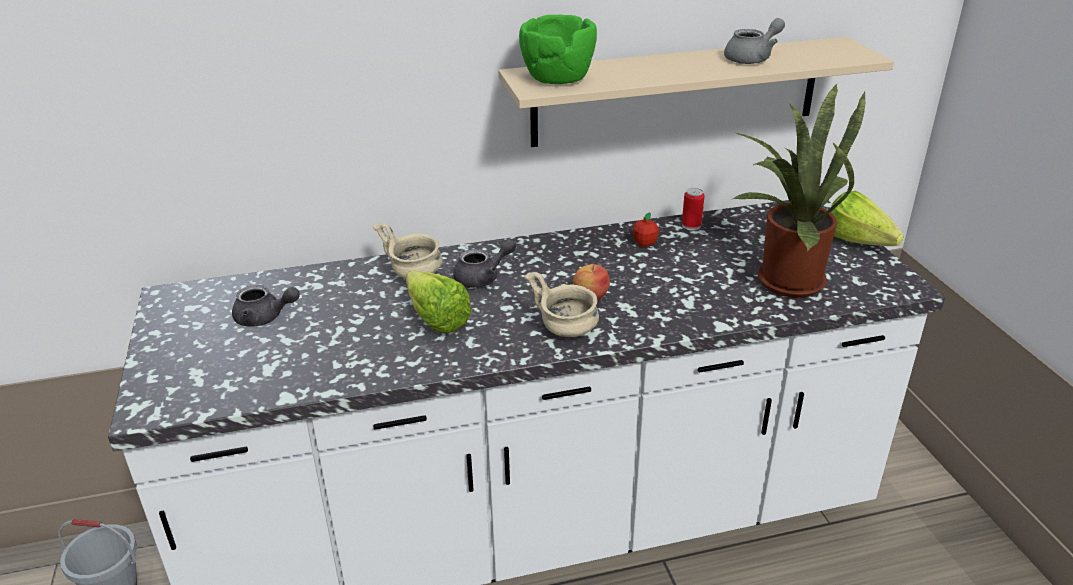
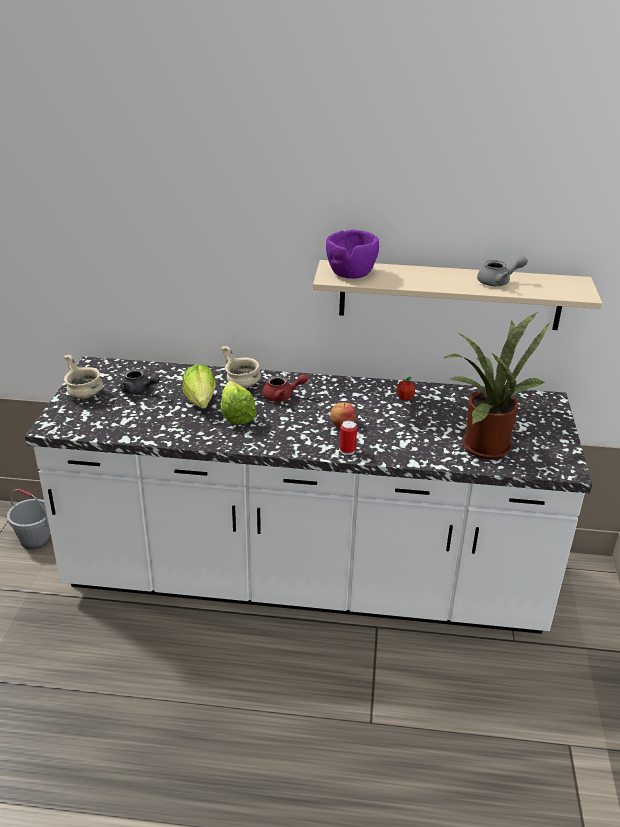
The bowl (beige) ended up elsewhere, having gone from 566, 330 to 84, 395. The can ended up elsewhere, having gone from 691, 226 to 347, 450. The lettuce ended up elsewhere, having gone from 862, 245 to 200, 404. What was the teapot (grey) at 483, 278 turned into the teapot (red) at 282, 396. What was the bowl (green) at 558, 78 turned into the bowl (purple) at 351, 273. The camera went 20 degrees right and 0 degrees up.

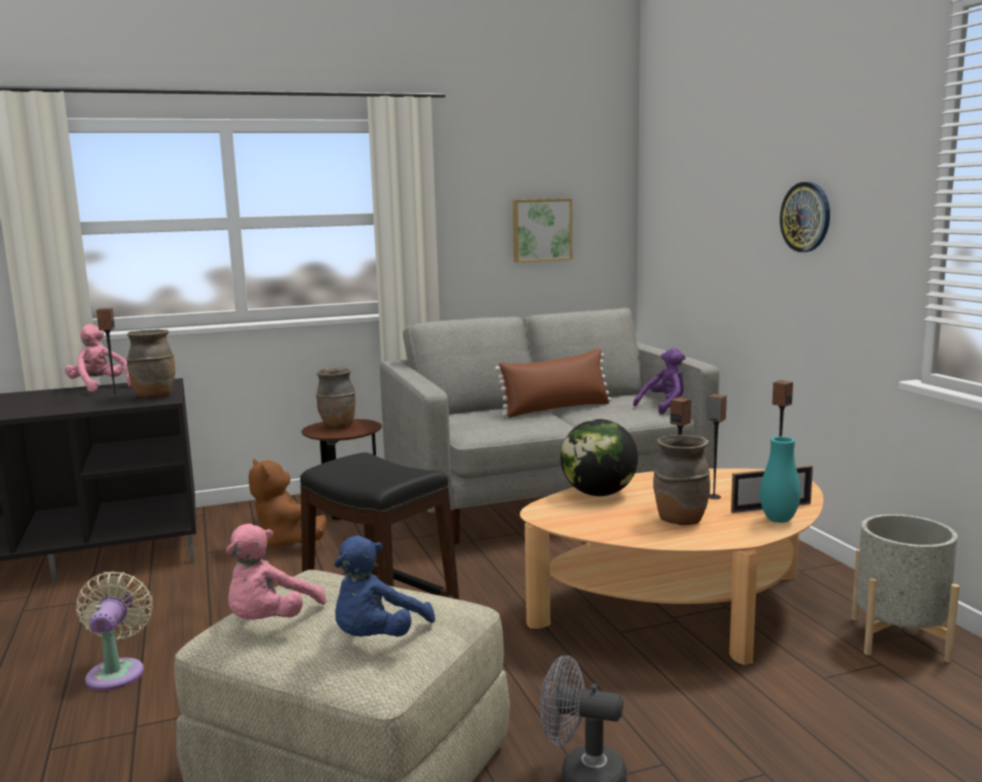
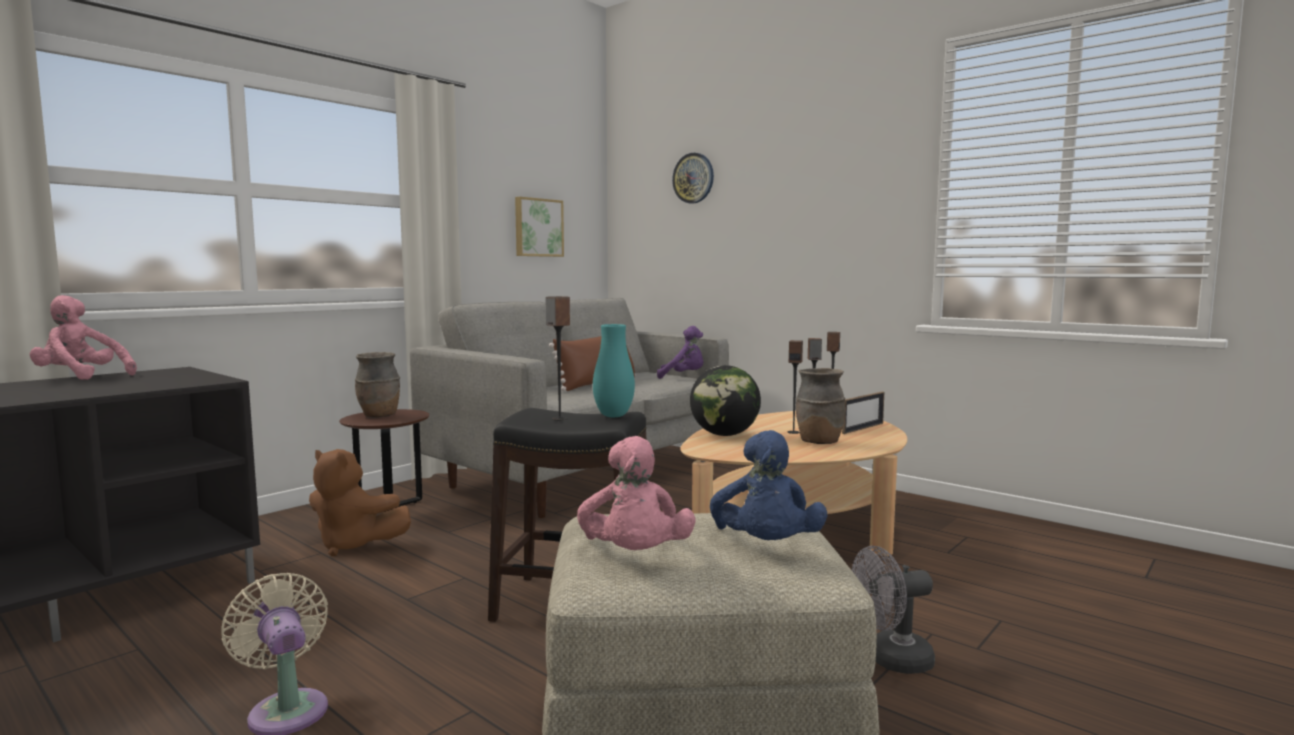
The second view lost the vase (brown) at 154, 396. The second view lost the planter (grey) at 899, 638. The speaker ended up elsewhere, having gone from 115, 396 to 559, 419. The vase (turquoise) ended up elsewhere, having gone from 778, 520 to 613, 416. The wall clock ended up elsewhere, having gone from 806, 217 to 693, 178. The plush toy (purple) at 664, 406 ended up facing another way, 75 degrees clockwise from before. The camera went 30 degrees left and 5 degrees down.

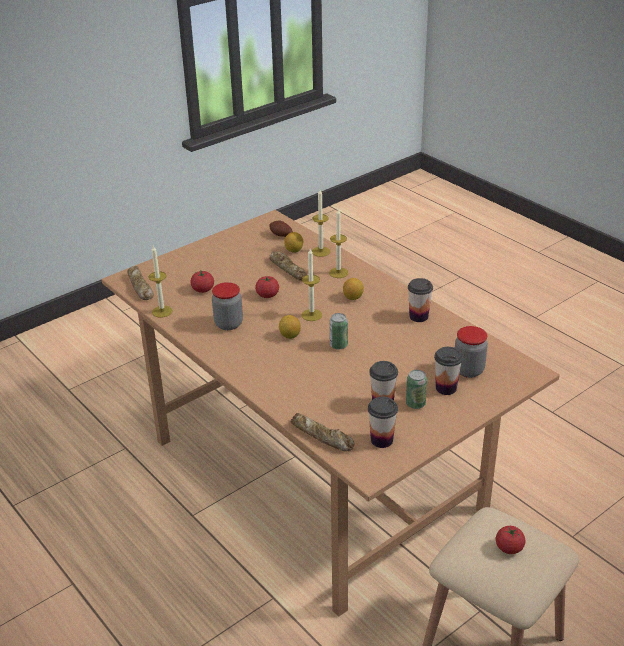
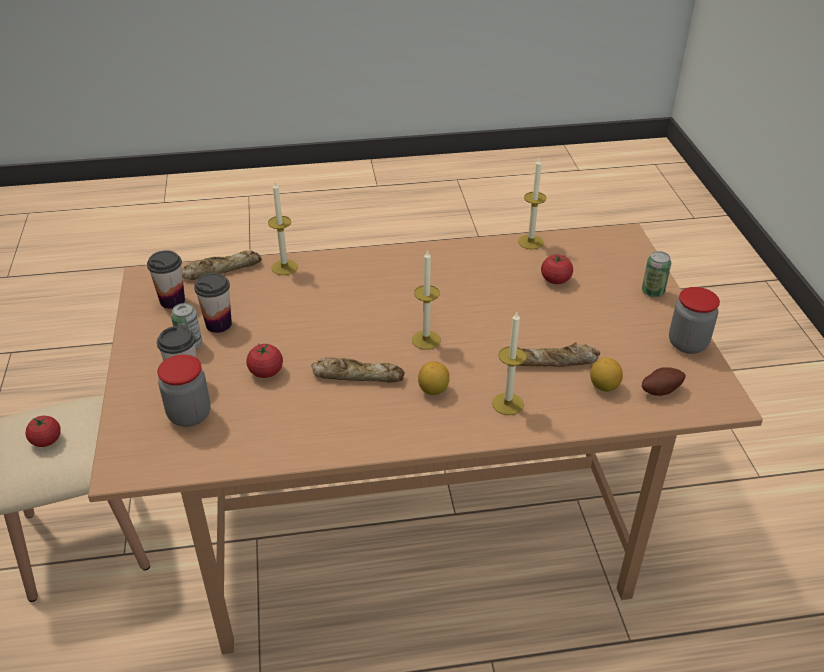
The second view lost the lemon at 290, 336. The second view lost the cup at 418, 316. The bread ended up elsewhere, having gone from 139, 287 to 358, 375. The jar ended up elsewhere, having gone from 228, 324 to 687, 344. The tomato ended up elsewhere, having gone from 267, 295 to 266, 372. The candle ended up elsewhere, having gone from 321, 251 to 284, 267. The can ended up elsewhere, having gone from 338, 345 to 652, 292. The camera went 120 degrees right and 5 degrees up.

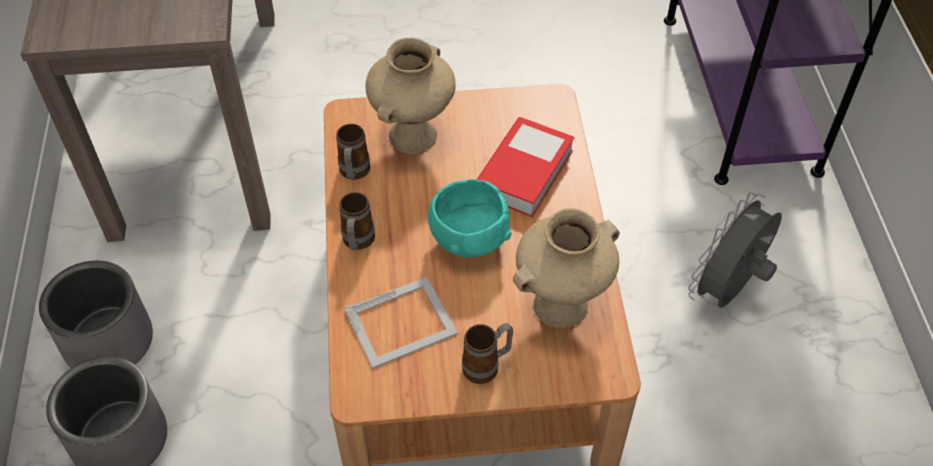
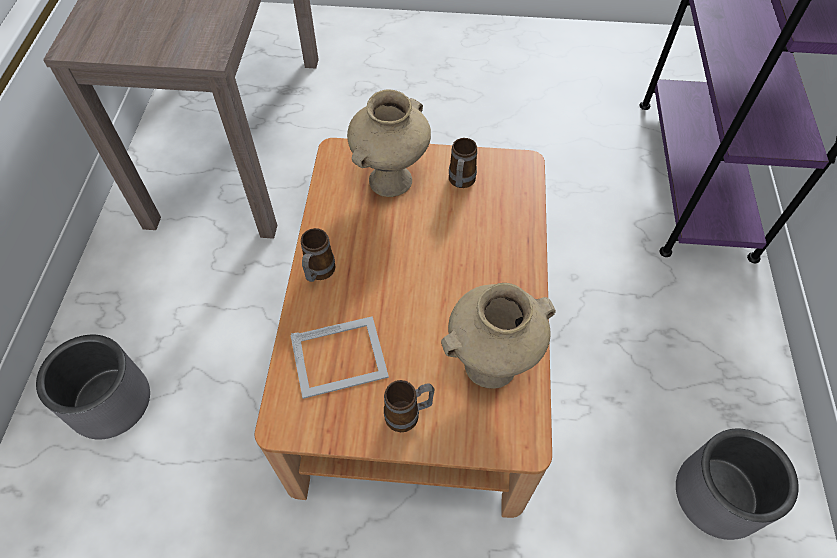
The second view lost the bowl (turquoise) at 469, 240. The second view lost the book at 524, 172. The second view lost the fan (grey) at 727, 291. The planter (grey) ended up elsewhere, having gone from 109, 342 to 718, 496. The mug ended up elsewhere, having gone from 353, 174 to 460, 183. The camera went 10 degrees right and 5 degrees up.

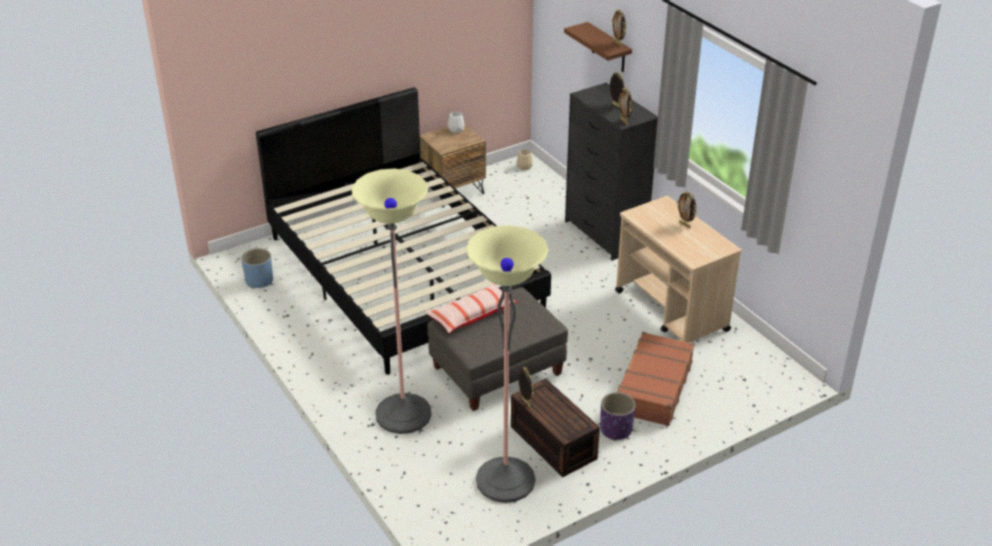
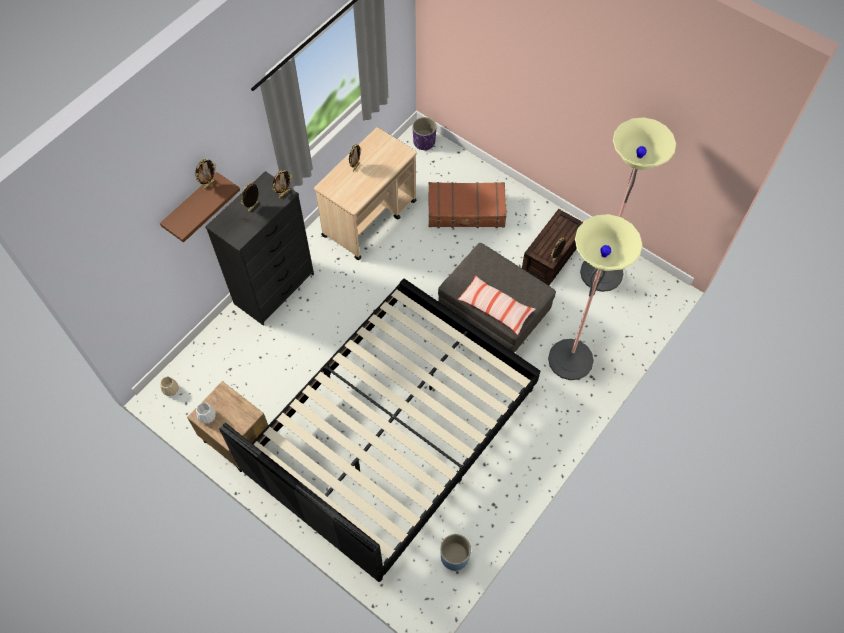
The planter (purple) ended up elsewhere, having gone from 616, 430 to 424, 142. The camera went 110 degrees left and 25 degrees up.

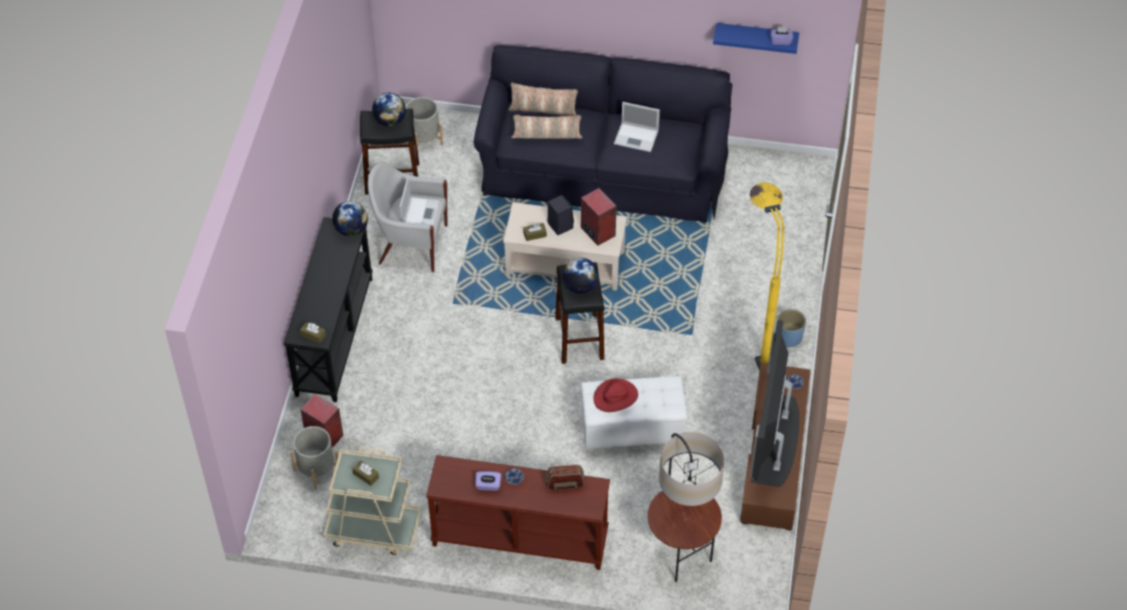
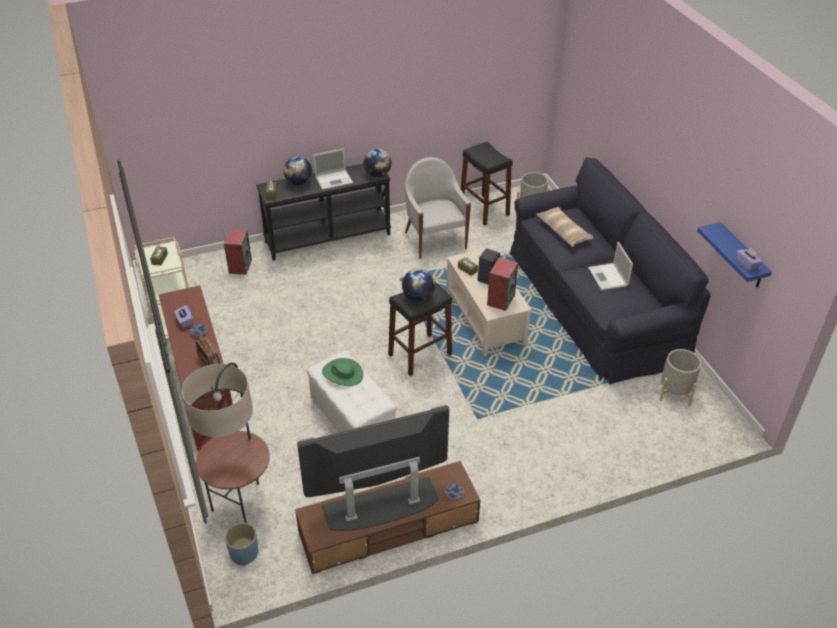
The second view lost the pillow at 543, 110. The second view lost the floor lamp (yellow) at 753, 339. The planter (grey) ended up elsewhere, having gone from 317, 470 to 675, 392. The globe ended up elsewhere, having gone from 390, 121 to 298, 183. The laptop ended up elsewhere, having gone from 420, 213 to 334, 179. The planter (blue) ended up elsewhere, having gone from 789, 337 to 244, 554. What was the hat (red) at 615, 397 turned into the hat (green) at 342, 373. The camera went 60 degrees right and 10 degrees down.

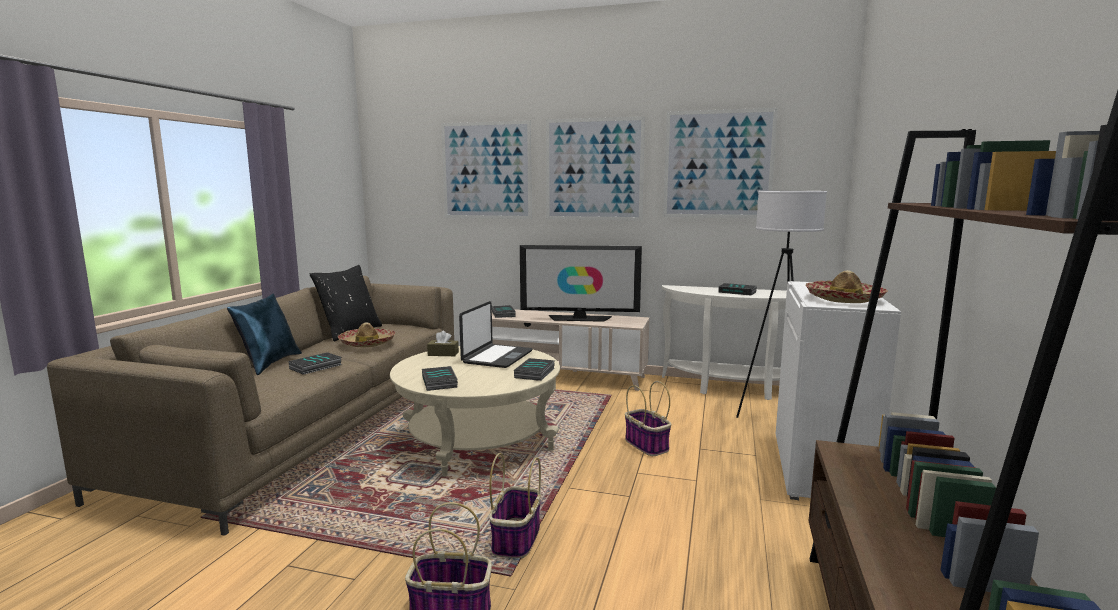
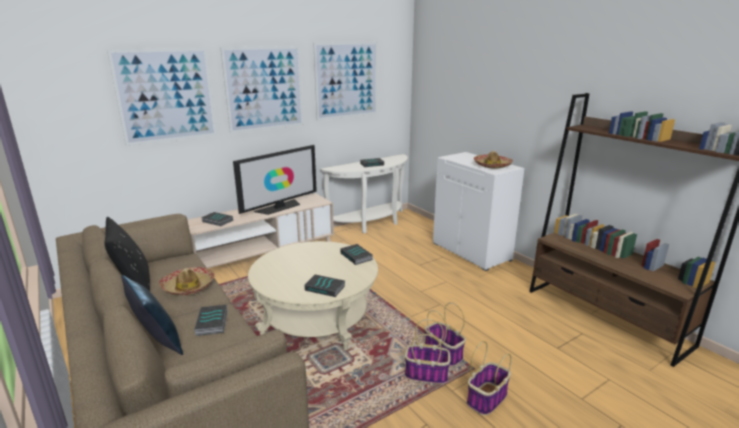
The second view lost the tissue box (brown) at 443, 354. The second view lost the laptop at 497, 357. The second view lost the floor lamp (white) at 774, 419. The basket ended up elsewhere, having gone from 647, 445 to 427, 374. The camera went 50 degrees left and 10 degrees up.

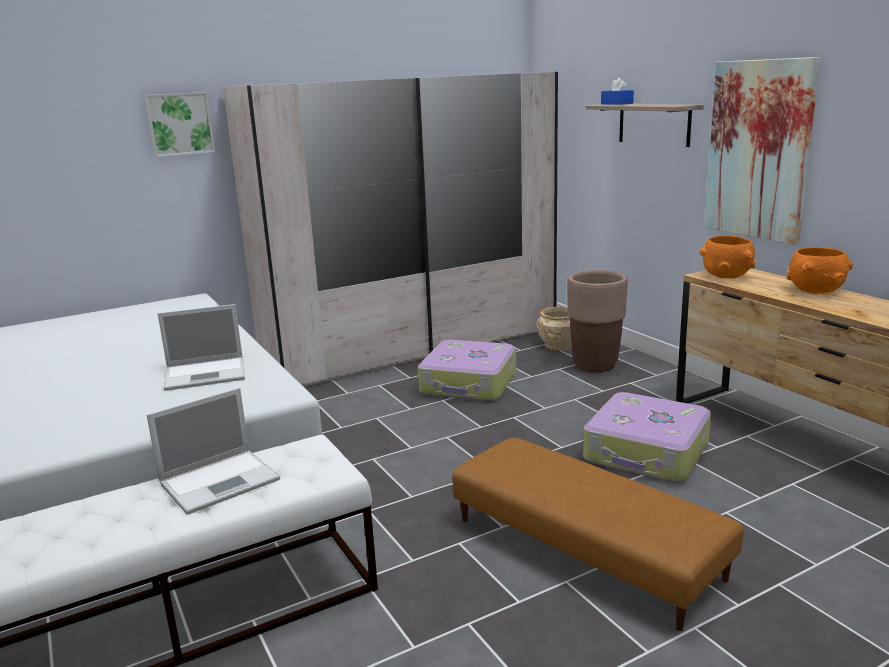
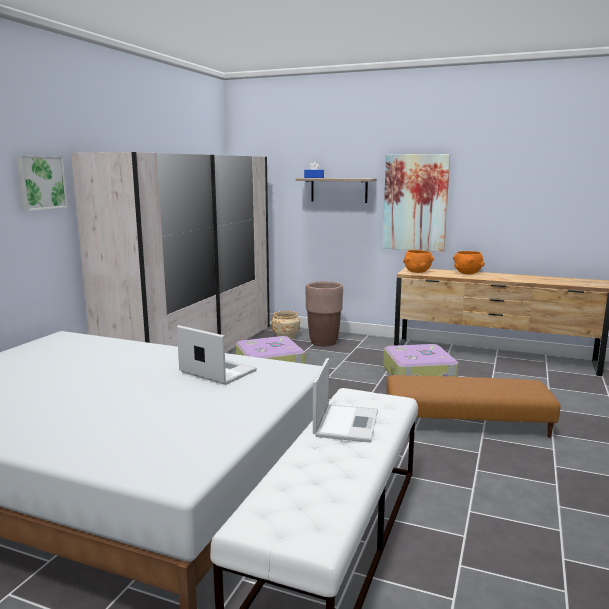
The laptop at 207, 374 ended up facing another way, 90 degrees counterclockwise from before. The camera went 40 degrees left and 5 degrees down.

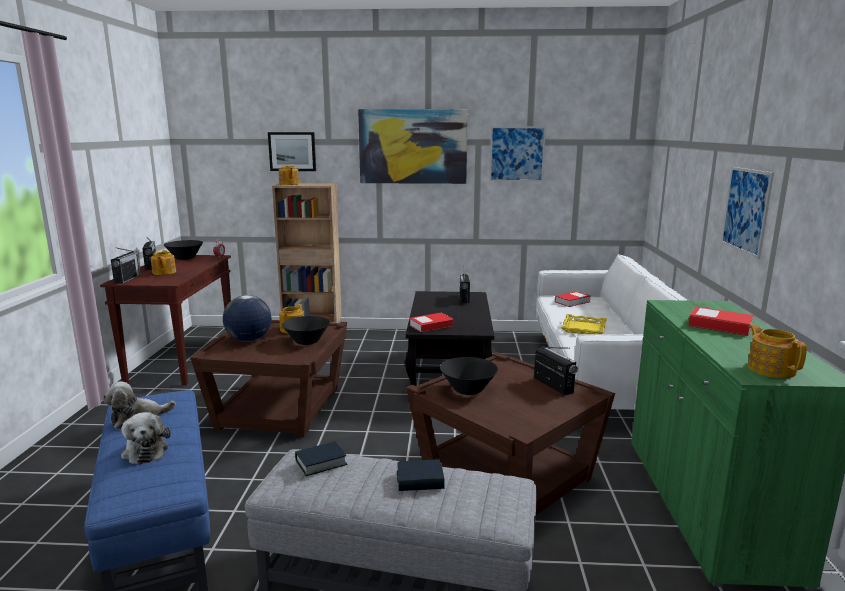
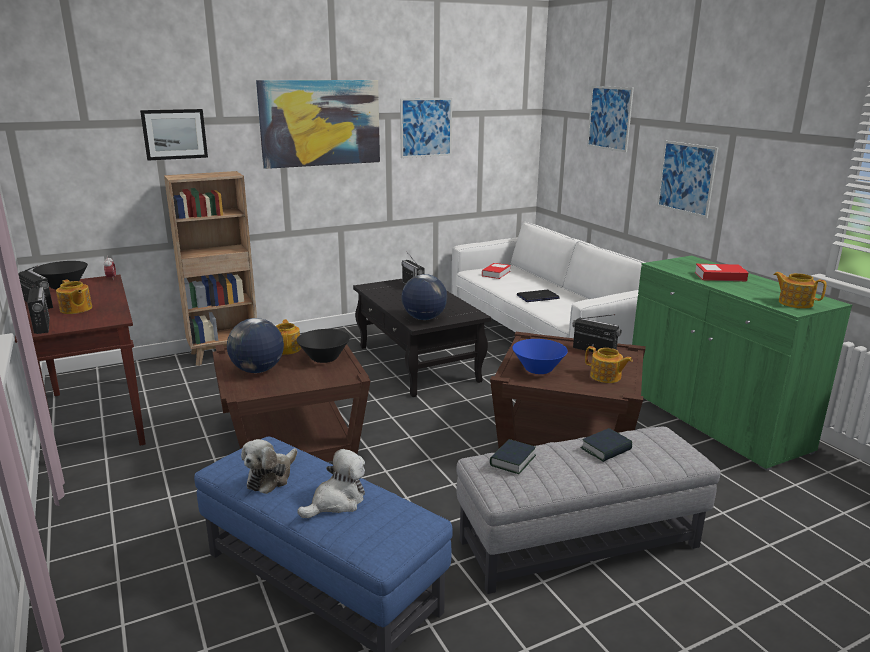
The second view gained the picture at 609, 118. The teapot ended up elsewhere, having gone from 289, 184 to 606, 377. Where the book stood at 431, 326, the globe came to stand at 424, 318. Where the tray (yellow) stood at 584, 328, the laptop came to stand at 537, 297. What was the bowl (black) at 468, 390 turned into the bowl (blue) at 538, 369. The plush toy at 145, 450 ended up facing another way, 75 degrees counterclockwise from before. The camera went 30 degrees left and 5 degrees up.

